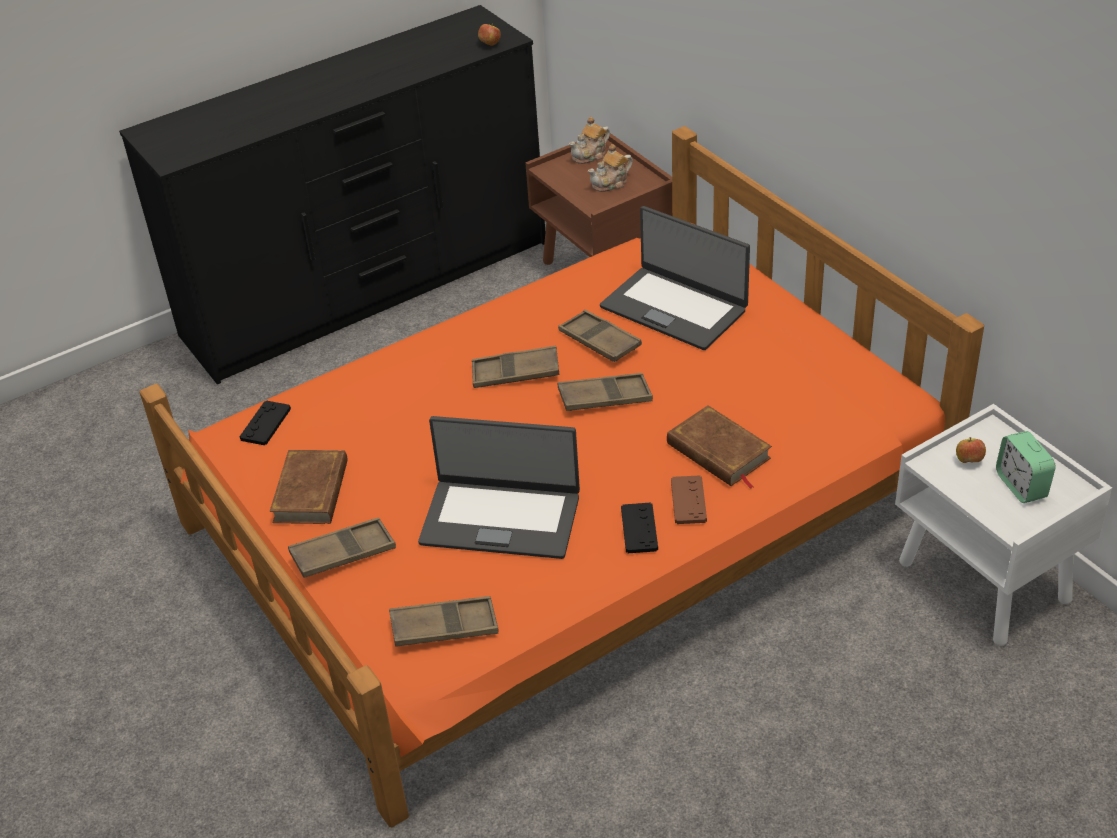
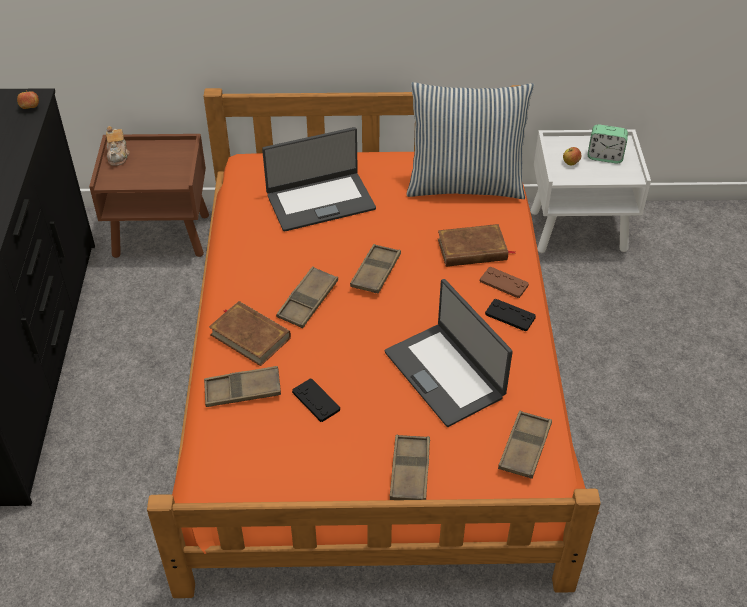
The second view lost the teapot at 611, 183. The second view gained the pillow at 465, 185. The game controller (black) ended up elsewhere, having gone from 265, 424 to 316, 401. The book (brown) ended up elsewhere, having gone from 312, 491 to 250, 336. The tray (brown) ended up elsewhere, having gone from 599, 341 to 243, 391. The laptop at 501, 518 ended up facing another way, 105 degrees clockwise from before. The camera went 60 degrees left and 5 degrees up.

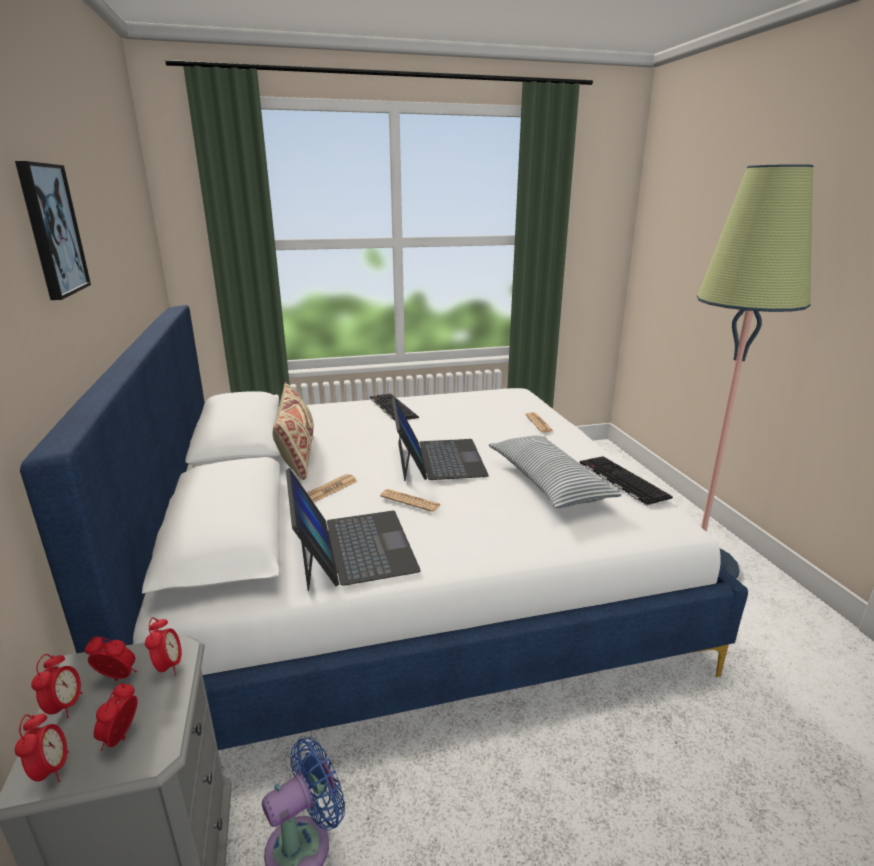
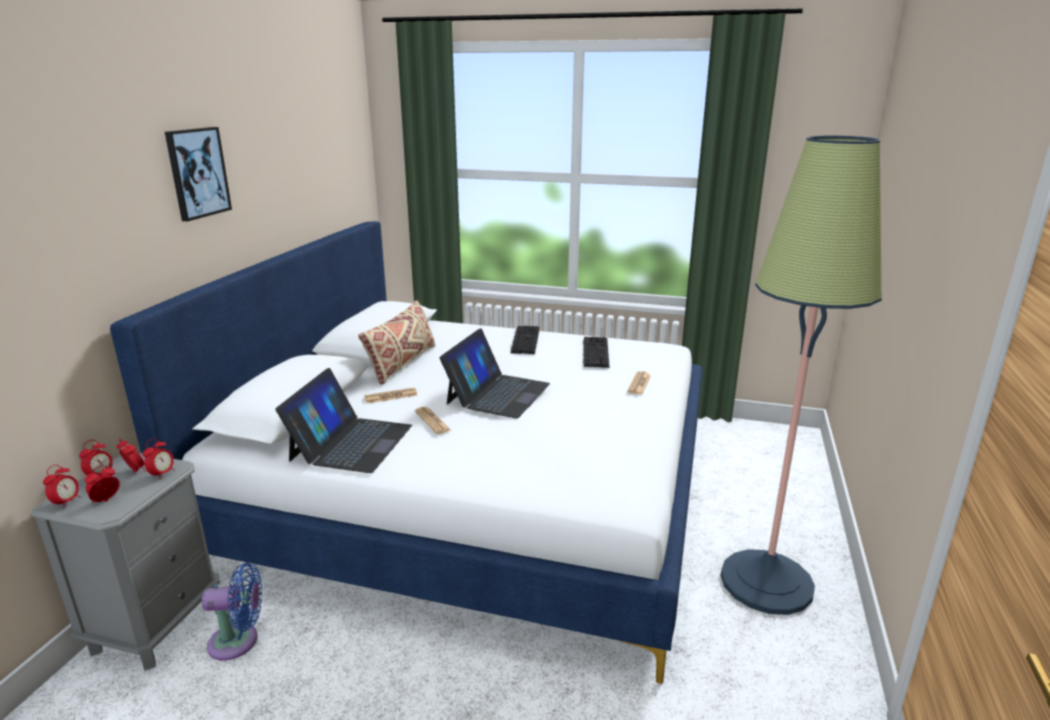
The second view lost the pillow at 547, 483. The keyboard ended up elsewhere, having gone from 621, 479 to 594, 352. The camera went 30 degrees right and 0 degrees up.

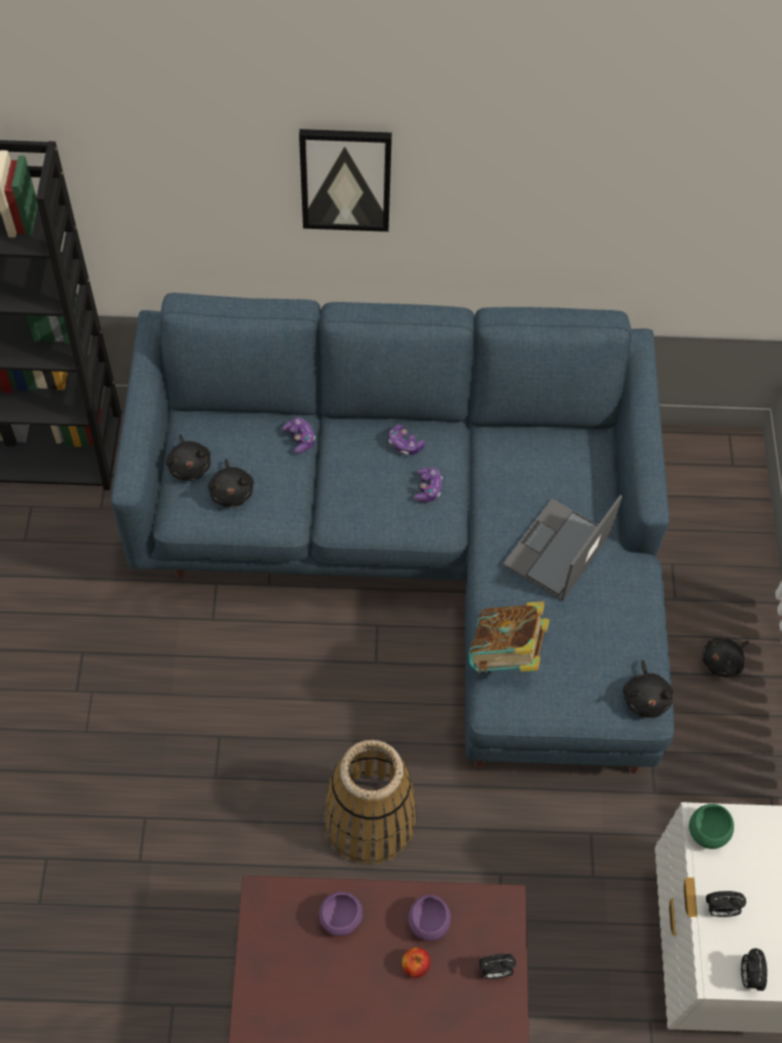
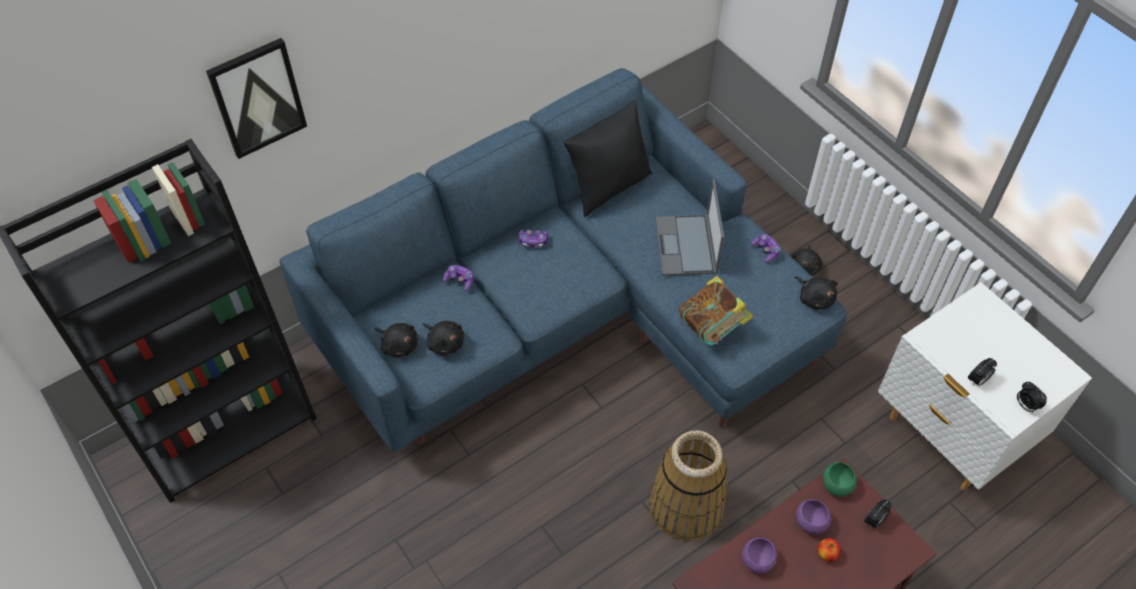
The second view gained the pillow (black) at 608, 187. The picture ended up elsewhere, having gone from 345, 179 to 257, 98. The game controller ended up elsewhere, having gone from 428, 489 to 765, 251. The bowl (green) ended up elsewhere, having gone from 707, 832 to 837, 486. The camera went 35 degrees left and 5 degrees down.

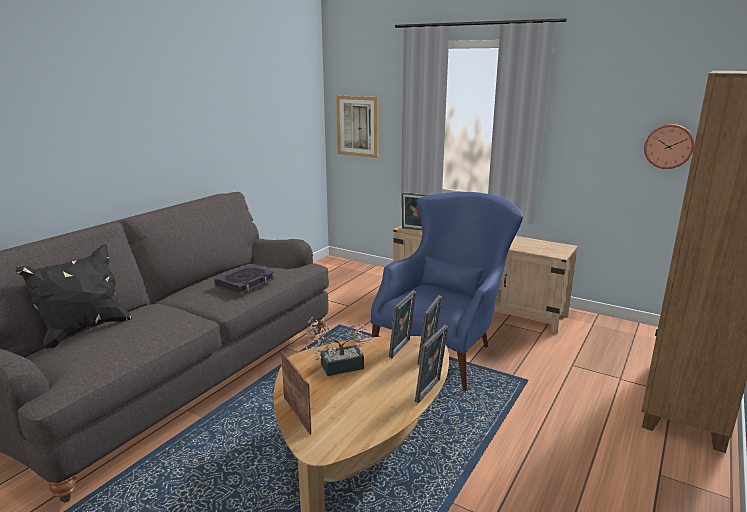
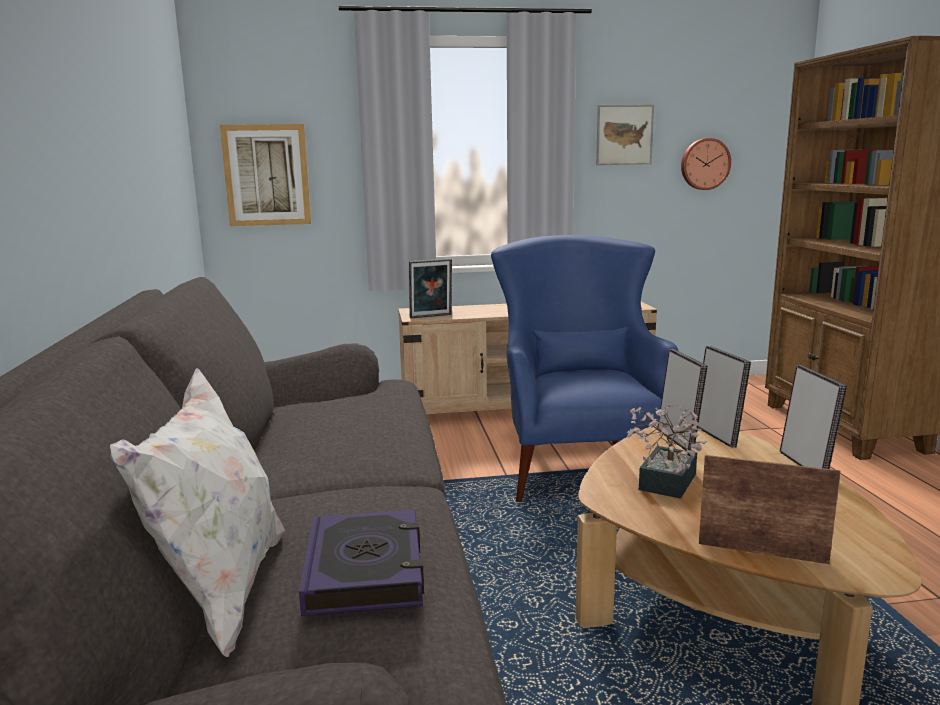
The second view gained the picture at 624, 135. The book ended up elsewhere, having gone from 245, 283 to 365, 571. What was the pillow (black) at 84, 330 turned into the pillow (white) at 222, 592. The camera went 40 degrees left and 5 degrees down.

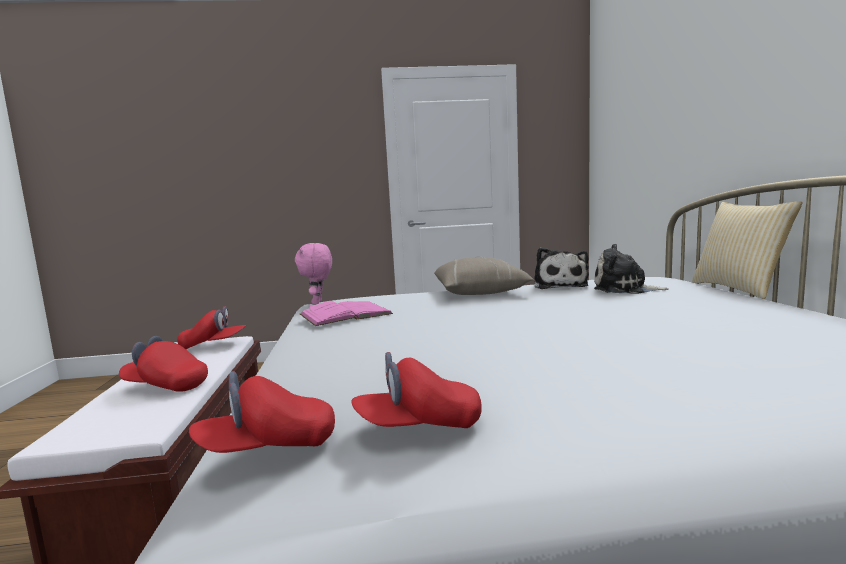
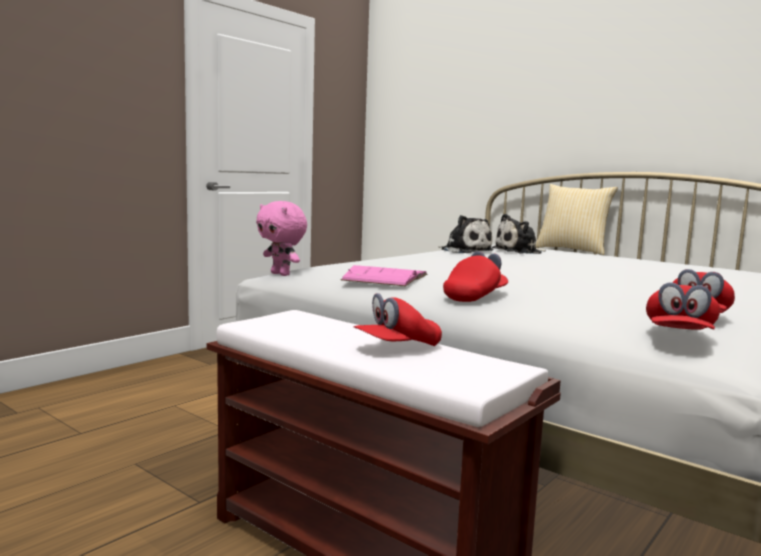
The second view lost the pillow (beige) at 480, 292. The cap (red) ended up elsewhere, having gone from 213, 345 to 475, 297. The camera went 45 degrees left and 0 degrees up.

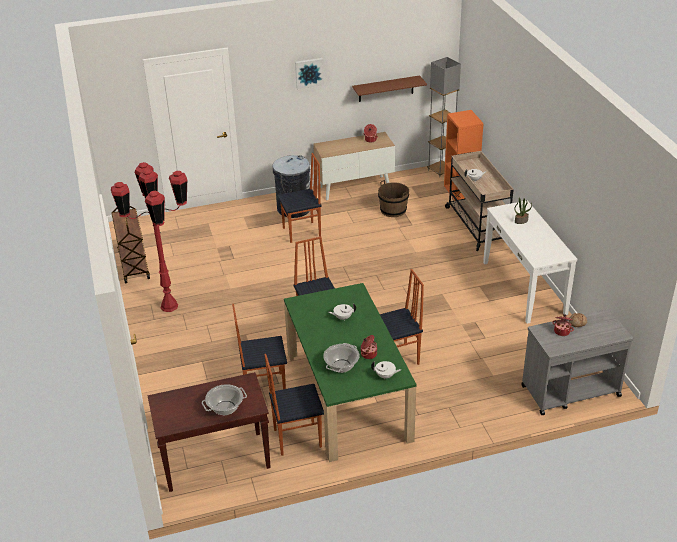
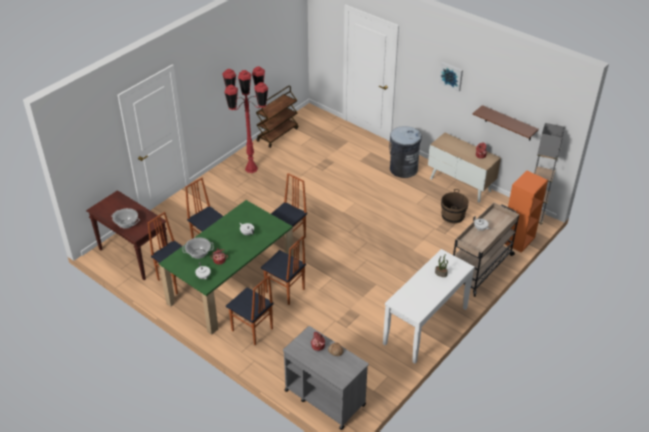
The chair ended up elsewhere, having gone from 302, 232 to 252, 330. The camera went 55 degrees right and 5 degrees up.

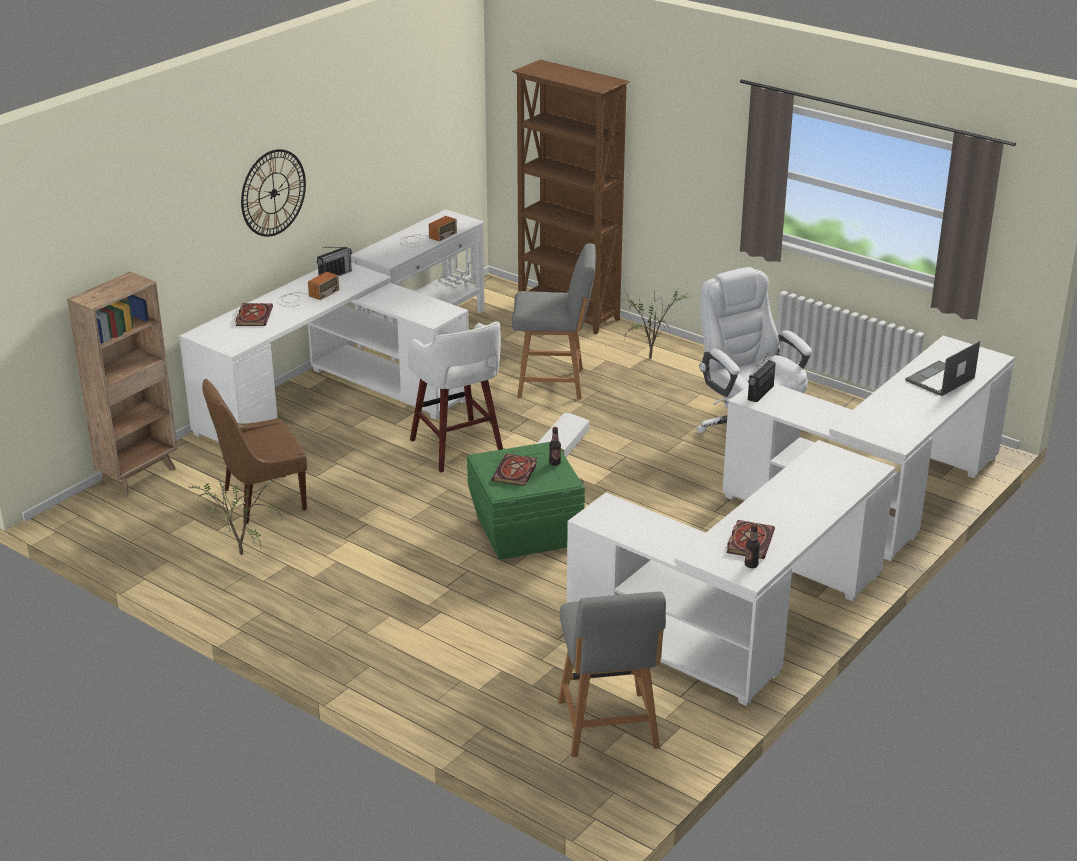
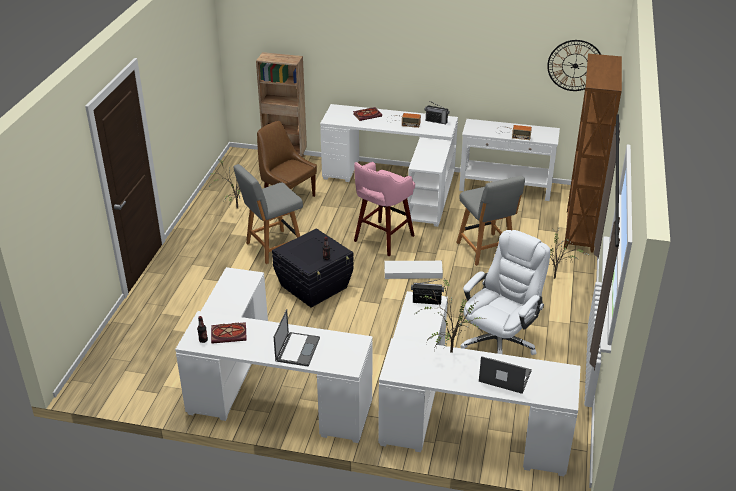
The second view lost the book at 515, 472. The second view gained the laptop at 297, 349. The second view gained the potted plant at 449, 351. The wall clock ended up elsewhere, having gone from 273, 193 to 575, 65. The chair (grey) ended up elsewhere, having gone from 608, 727 to 272, 247. What was the stool (white) at 458, 449 turned into the stool (pink) at 382, 239. What was the storage box (green) at 525, 531 turned into the storage box (black) at 314, 286. The camera went 65 degrees right and 5 degrees up.

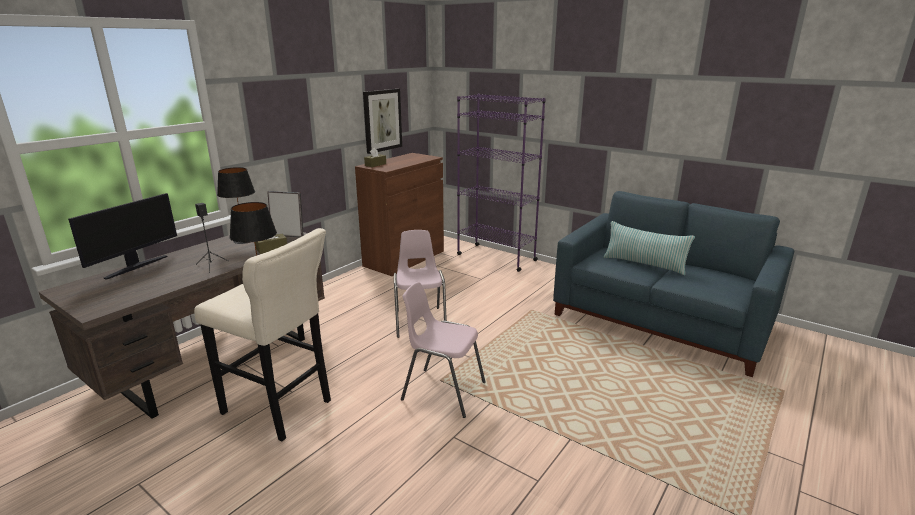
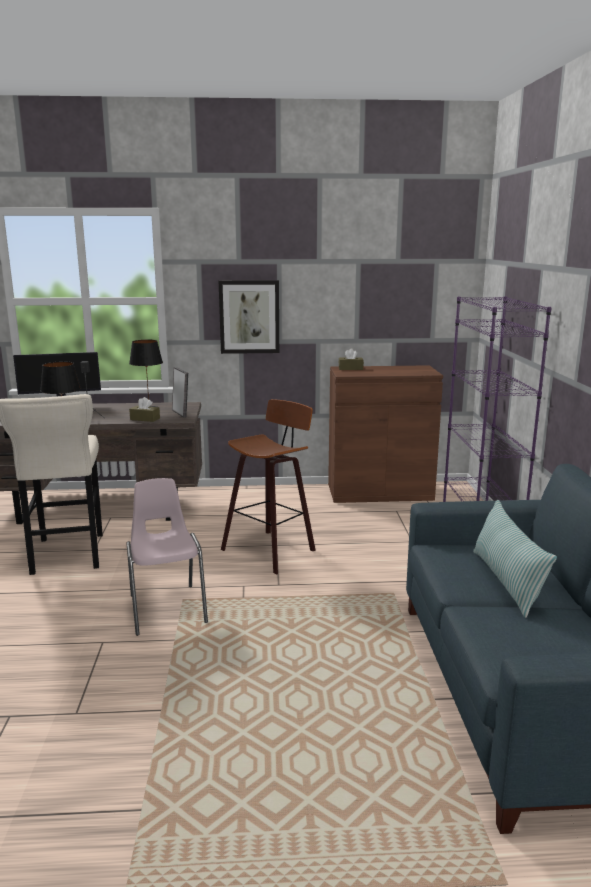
The picture ended up elsewhere, having gone from 382, 120 to 249, 317. Where the chair (pink) stood at 420, 321, the stool came to stand at 271, 549. The camera went 50 degrees right and 5 degrees down.

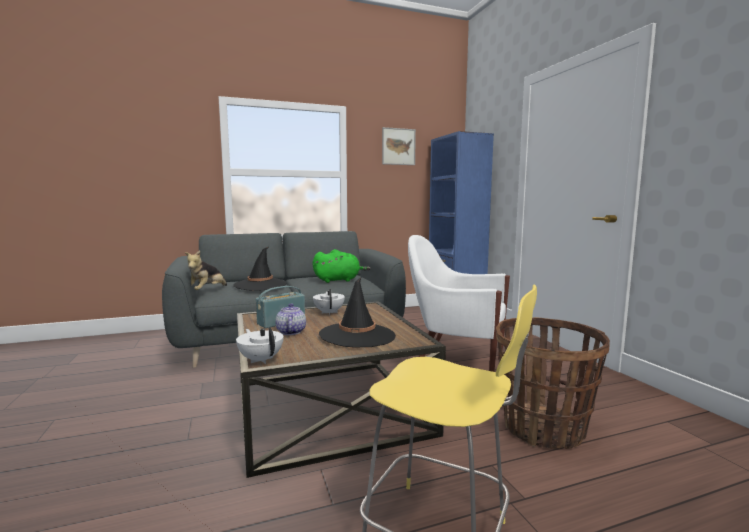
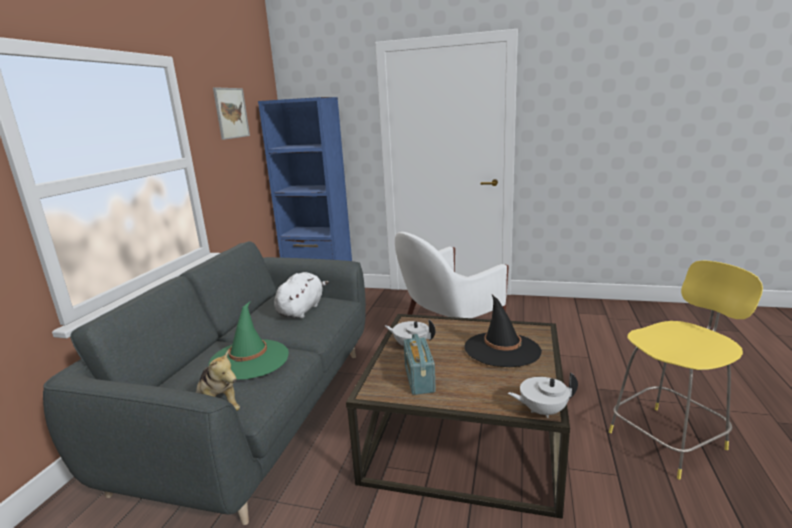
The second view lost the teapot at 290, 332. The second view lost the basket at 543, 428. What was the hat (black) at 260, 285 turned into the hat (green) at 250, 359. What was the plush toy (green) at 339, 280 turned into the plush toy (white) at 301, 310. The camera went 55 degrees left and 10 degrees up.

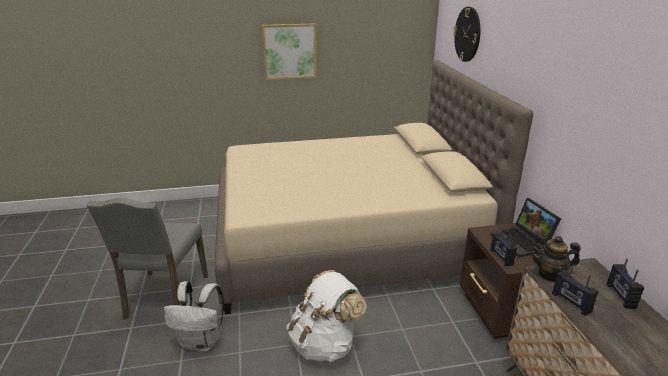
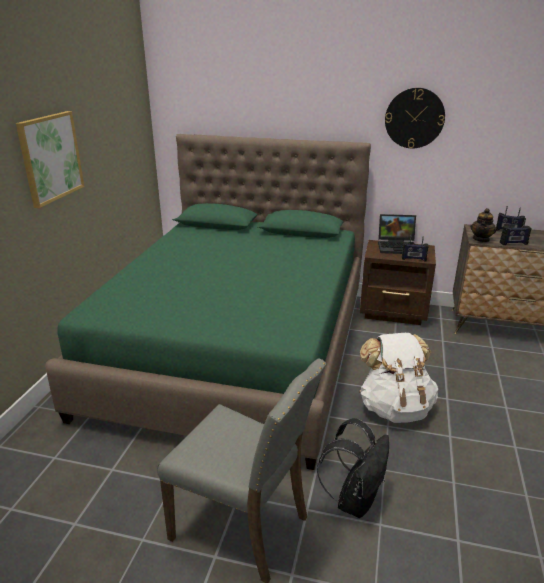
The wall clock ended up elsewhere, having gone from 467, 34 to 414, 118. What was the backpack (white) at 201, 342 turned into the backpack (black) at 355, 500. What was the bed (beige) at 346, 239 turned into the bed (green) at 236, 349. The camera went 65 degrees left and 0 degrees up.

